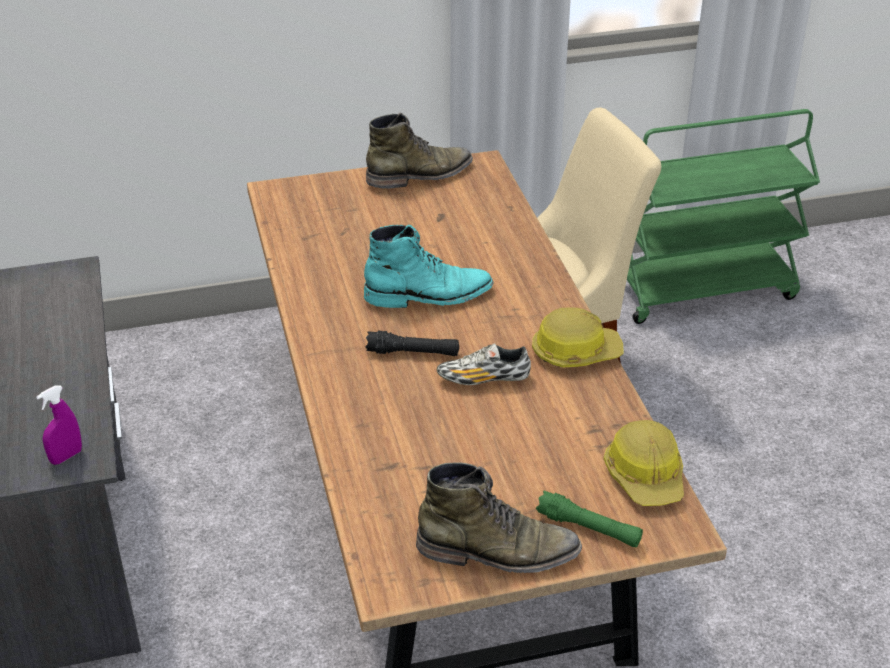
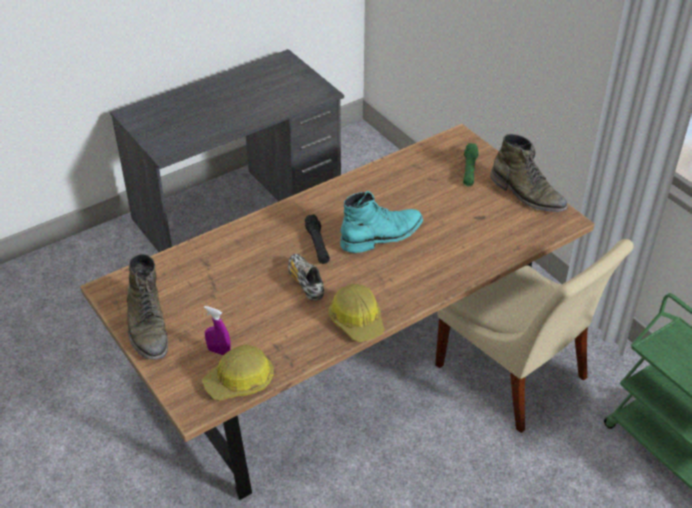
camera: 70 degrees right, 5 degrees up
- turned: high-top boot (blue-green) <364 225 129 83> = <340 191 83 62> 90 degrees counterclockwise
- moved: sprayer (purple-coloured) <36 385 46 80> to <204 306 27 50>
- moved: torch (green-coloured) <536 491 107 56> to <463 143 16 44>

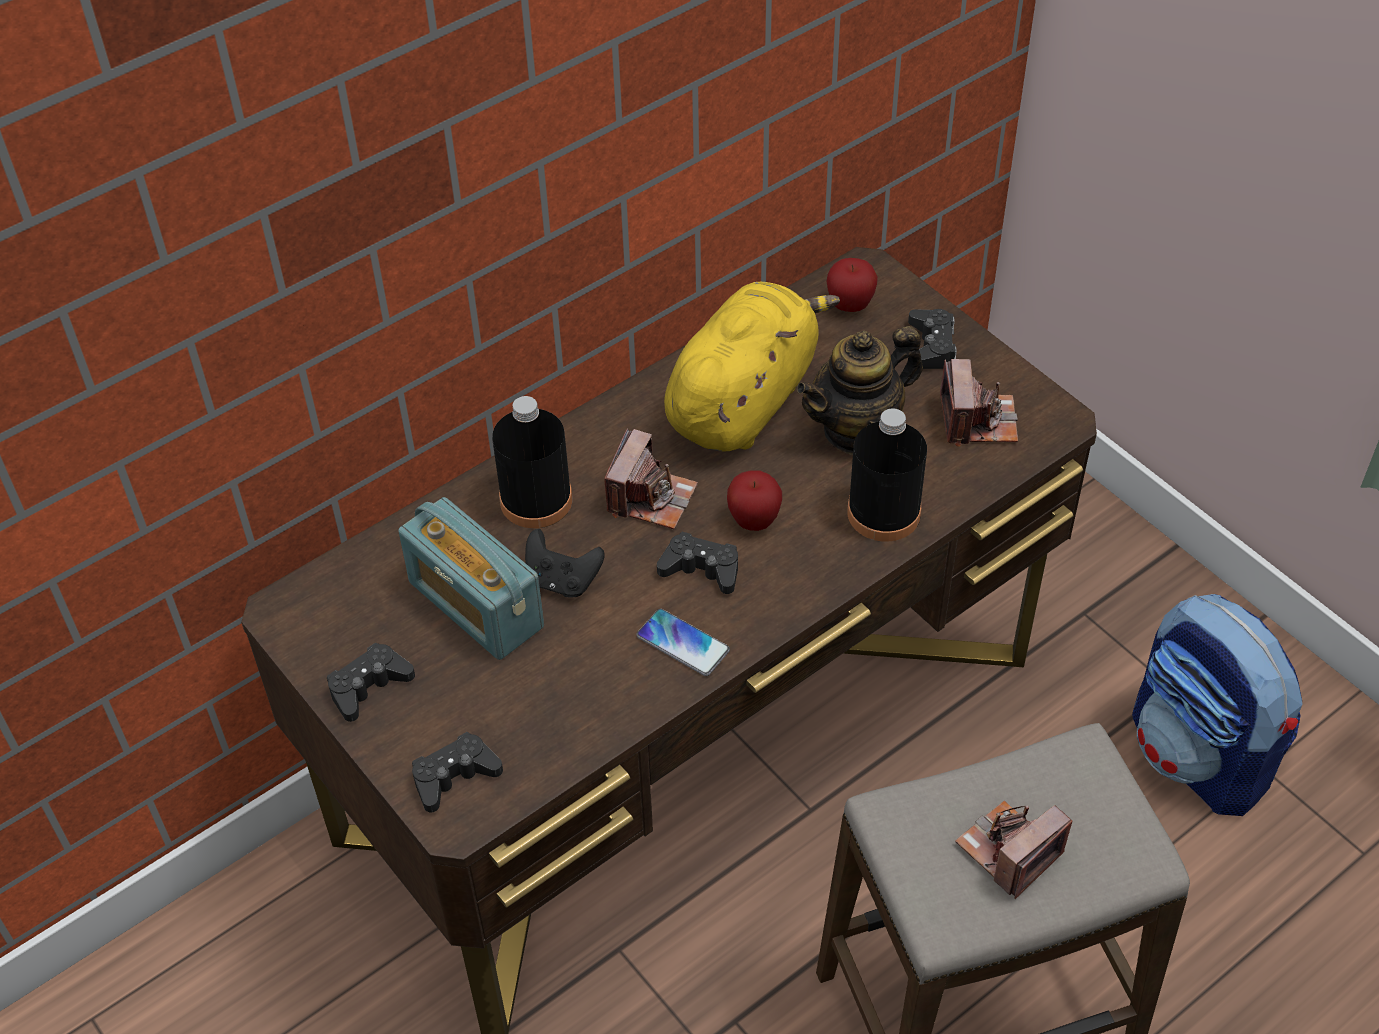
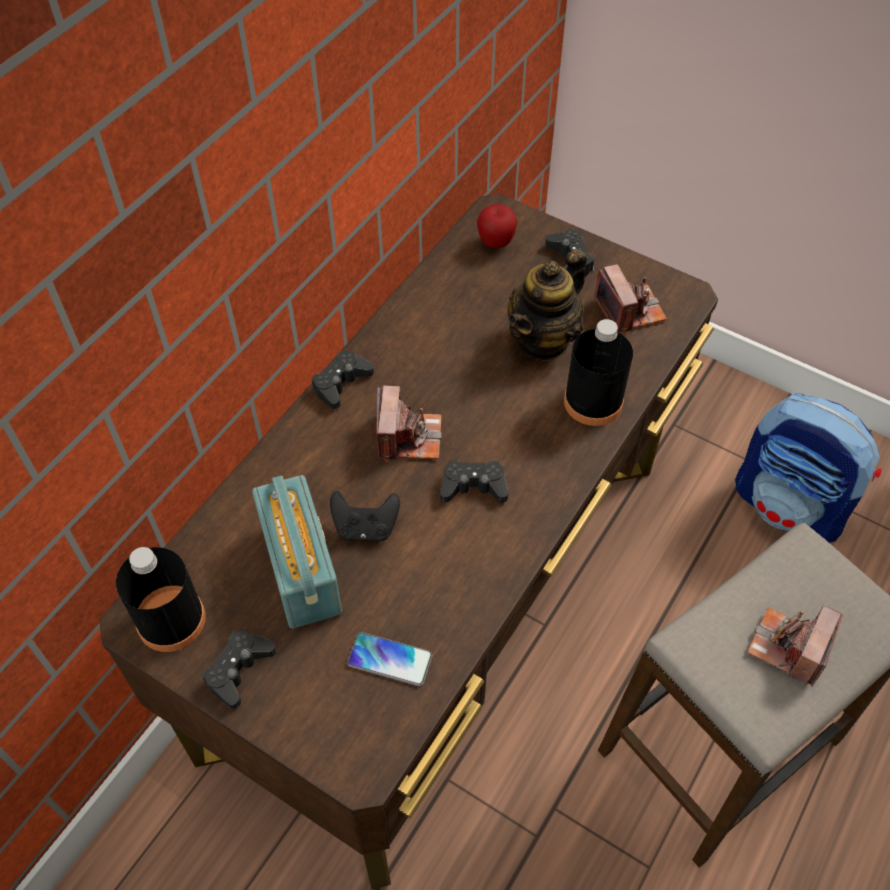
camera: 20 degrees left, 5 degrees up
- removed: soft toy (yellowish) <664 282 176 170>
- moved: beverage bottle (black-coloured) <492 396 80 132> to <116 547 90 105>
- removed: apple fruit <727 470 55 61>
- turned: radio receiver <398 497 146 163> = <252 475 90 154> 135 degrees counterclockwise
- moved: handset <636 609 94 67> to <347 632 86 54>
- moved: joypad (black-coloured) <412 732 91 80> to <312 351 62 58>

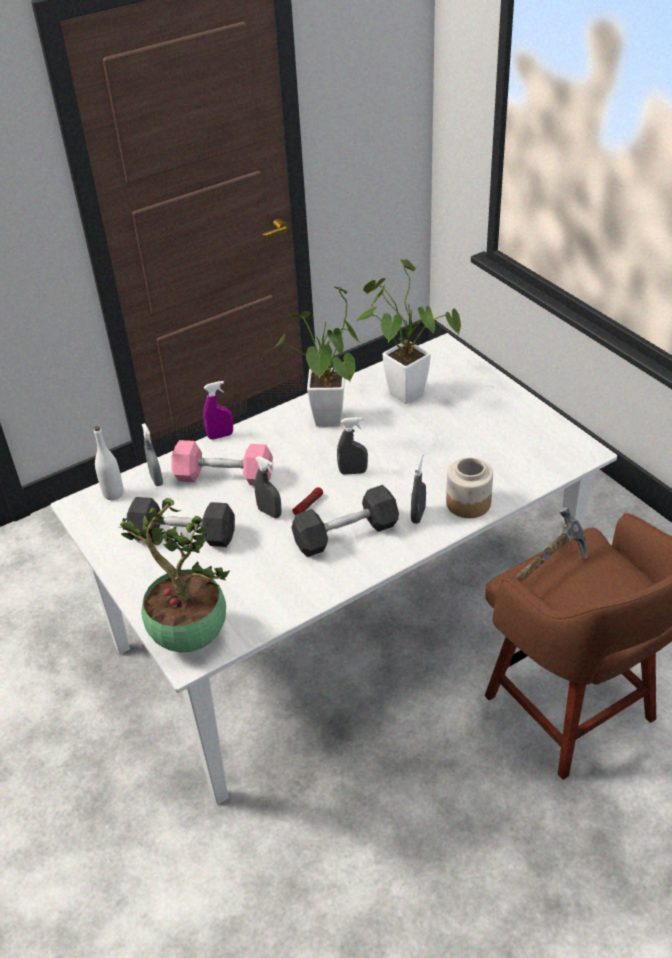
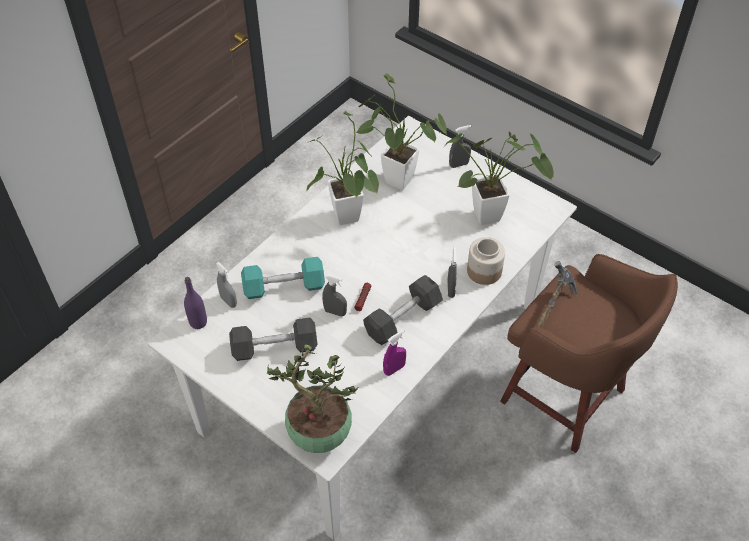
camera: 20 degrees left, 10 degrees up
- moved: sprayer (purple-coloured) <203 381 30 59> to <383 330 23 46>
- moved: sprayer (gray) <337 417 31 58> to <449 125 22 43>
- recoloured: beverage bottle (white-coloured) <94 426 30 74> to beverage bottle (purple-coloured) <184 277 23 52>
- recoloured: dumbbell (pink-coloured) <171 440 102 46> to dumbbell (blue-green) <241 257 84 42>
- added: houseplant <444 131 110 94>

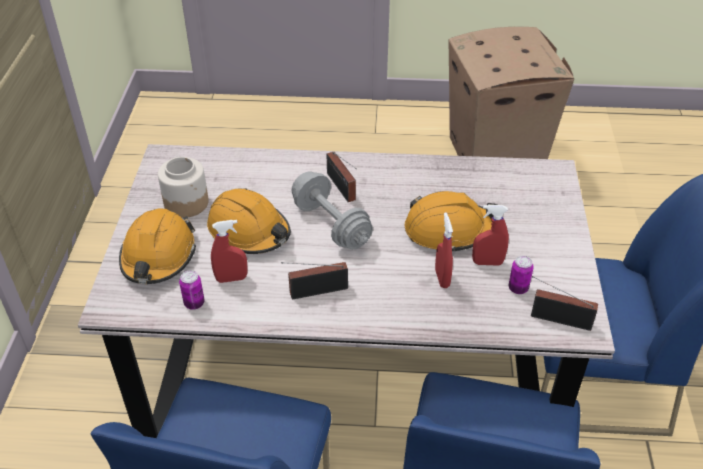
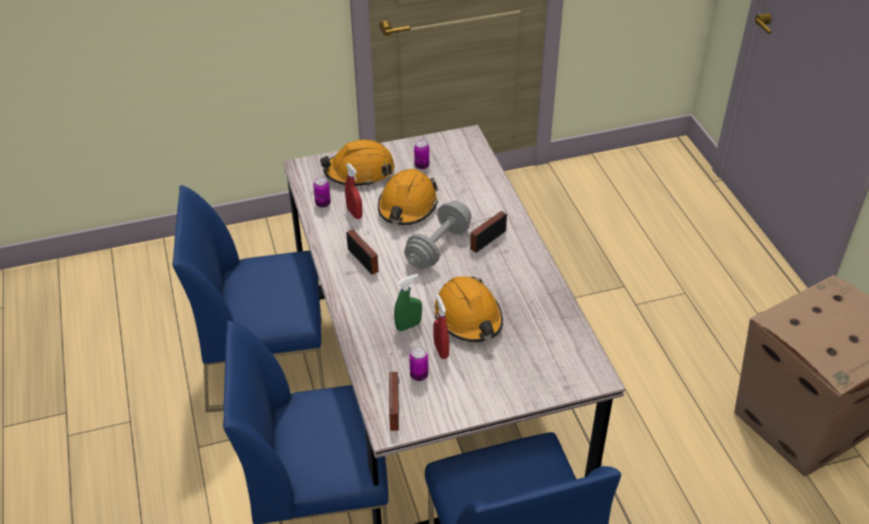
camera: 70 degrees right, 0 degrees up
- replaced: jar <158 157 51 61> to can <414 140 15 29>
- recoloured: sprayer (red-coloured) <435 213 18 75> to sprayer (green-coloured) <394 274 28 57>

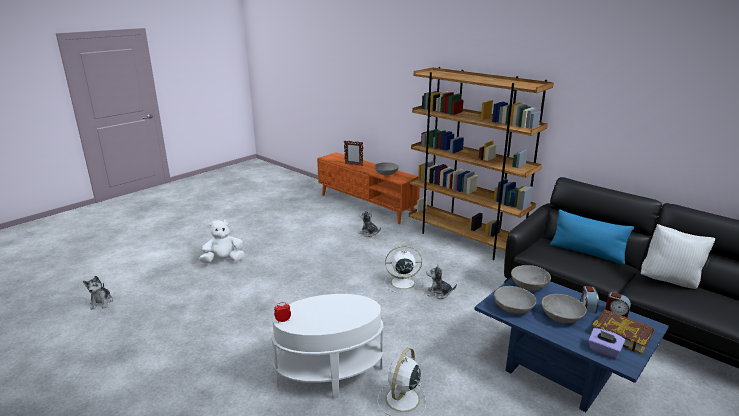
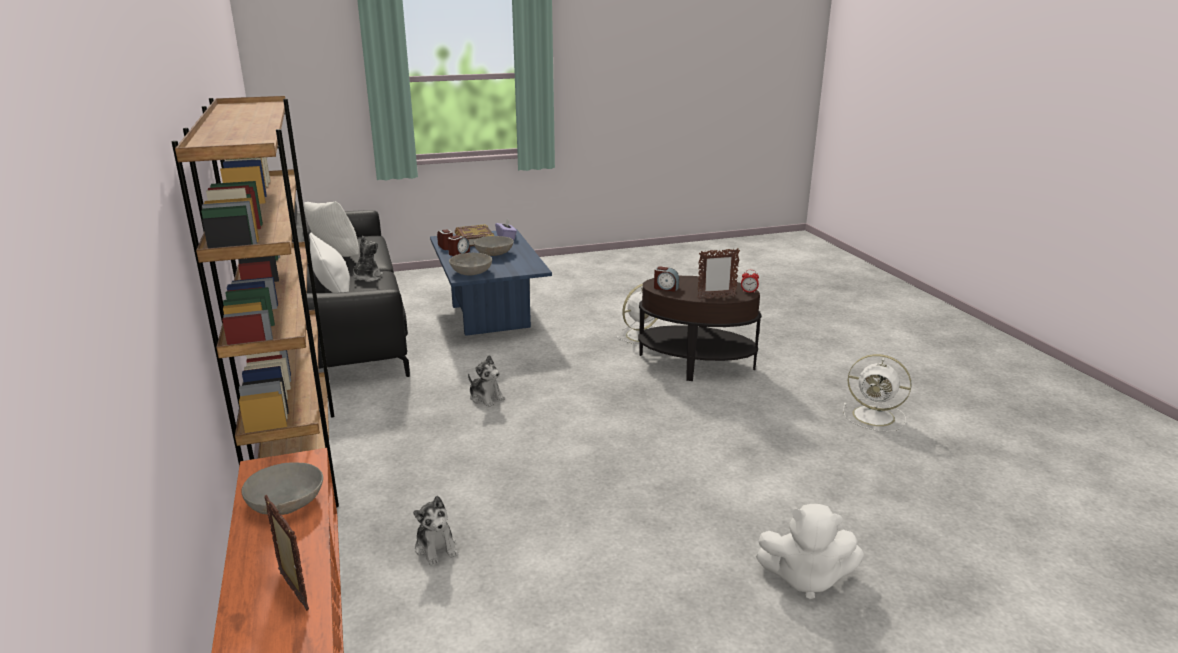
camera: 150 degrees left, 0 degrees up
- recoloured: throw pillow (blue) <550 209 84 56> to throw pillow (white-coloured) <309 233 41 60>
- moved: cooling fan (white-coloured) <384 246 39 47> to <843 354 69 78>
- moved: soft toy <83 276 30 34> to <353 236 30 46>
- removed: deep dish (gray) <494 286 42 28>
- recoloured: end table (white-coloured) <271 294 112 105> to end table (brownish) <638 276 123 105>
- added: photo frame <698 248 42 51>
- added: alarm clock <654 266 25 26>

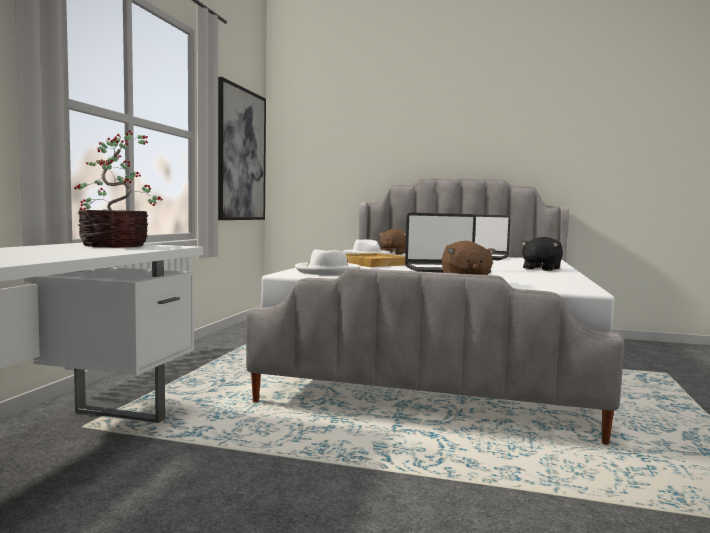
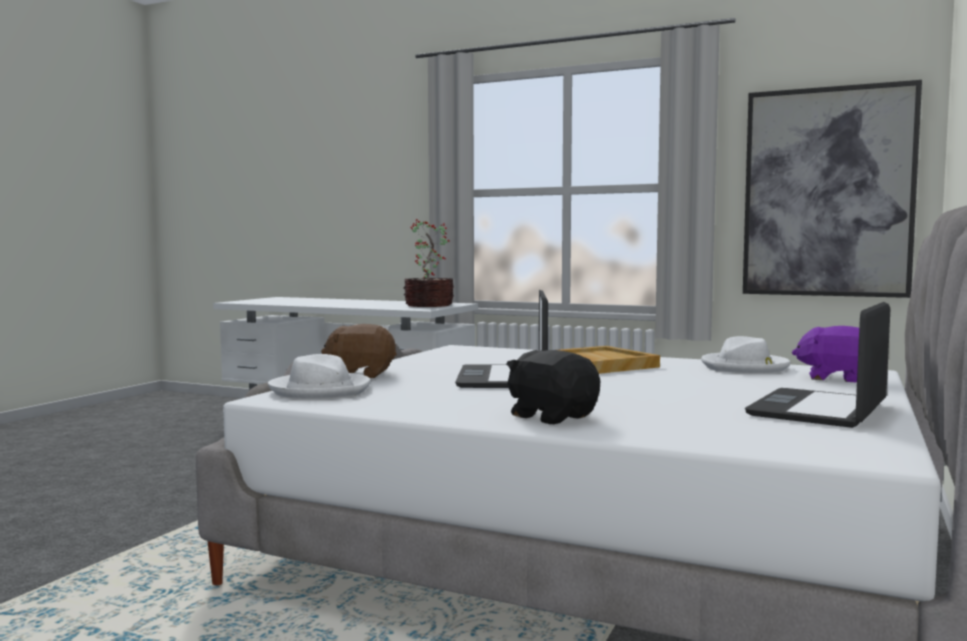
camera: 100 degrees right, 0 degrees up
- recoloured: soft toy (brownish) <378 229 28 26> to soft toy (purple-coloured) <792 326 67 56>
- moved: clothing hat (white-coloured) <295 249 66 26> to <268 354 103 45>

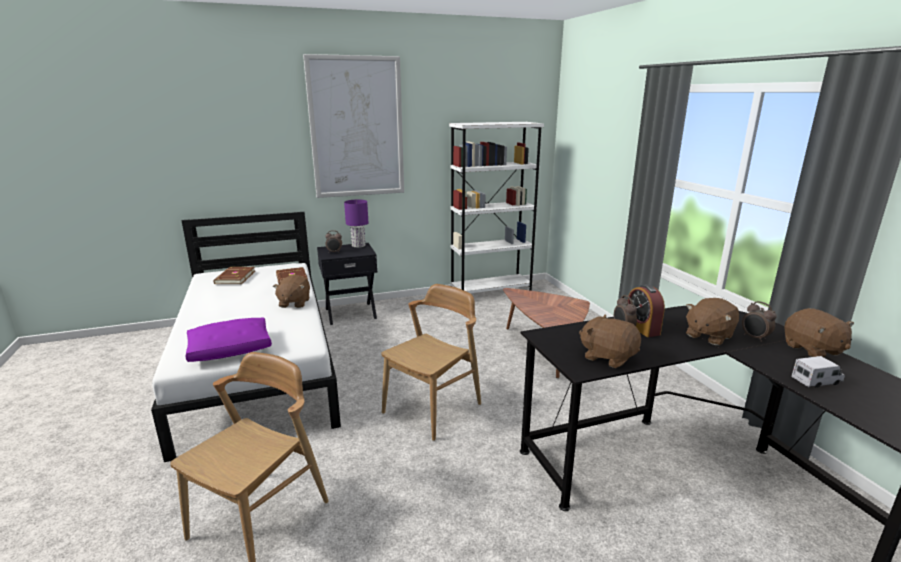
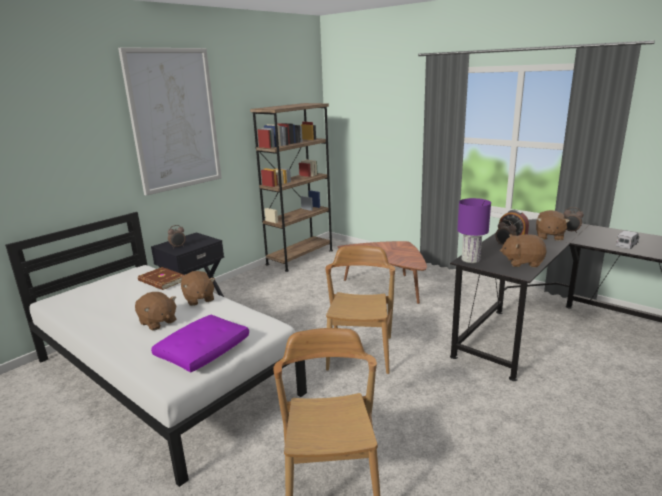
camera: 30 degrees left, 0 degrees up
- recoloured: bookshelf (white-coloured) <449 122 95 171> to bookshelf (brownish) <250 103 83 169>
- moved: tabletop lamp (purple-coloured) <344 199 24 49> to <457 198 34 65>
- removed: book (brownish) <213 267 42 17>
- moved: soft toy (brownish) <784 308 70 49> to <135 292 41 39>

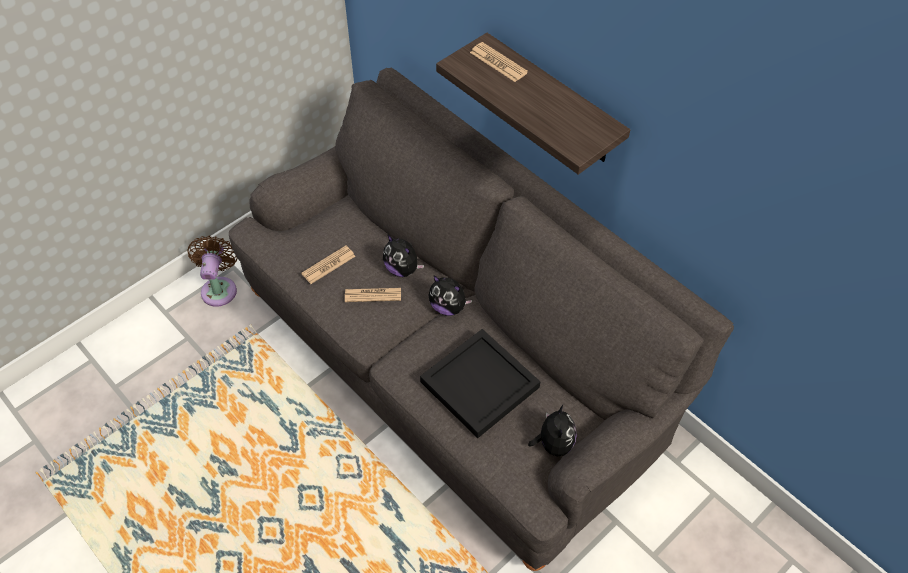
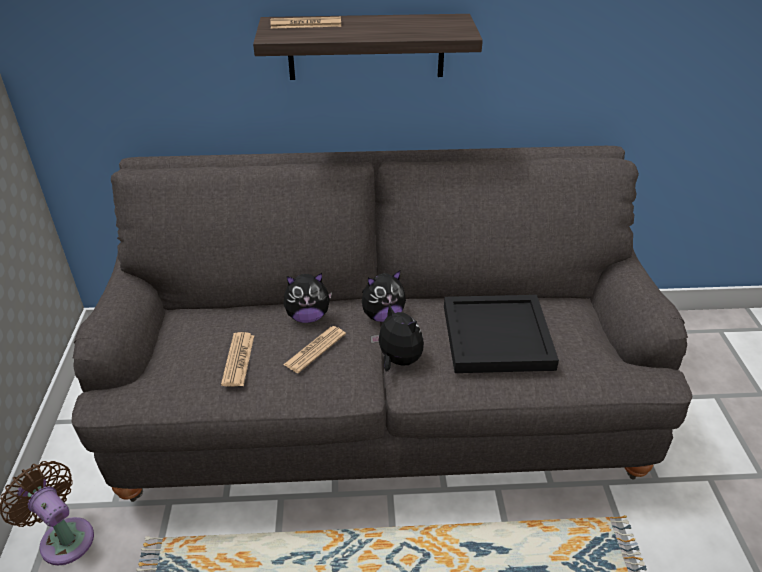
camera: 50 degrees left, 15 degrees down
- moved: soft toy <528 405 48 51> to <370 303 54 68>

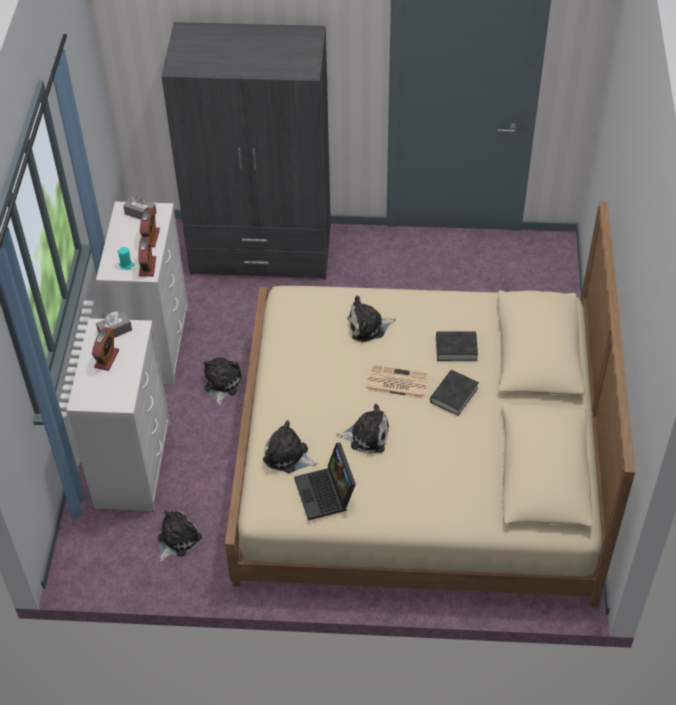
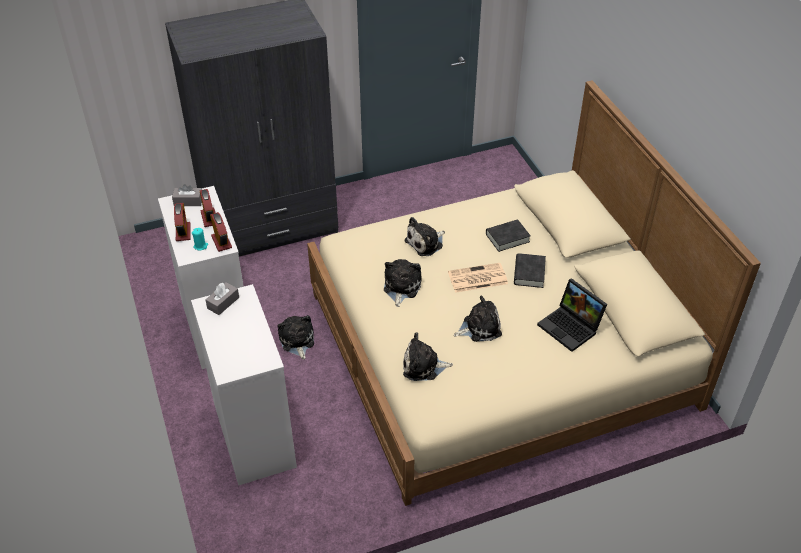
camera: 25 degrees left, 5 degrees down
- moved: alarm clock <92 327 27 44> to <174 203 16 38>
- moved: laptop <294 442 62 79> to <537 278 70 74>
- moved: soft toy <158 510 44 52> to <384 259 38 48>

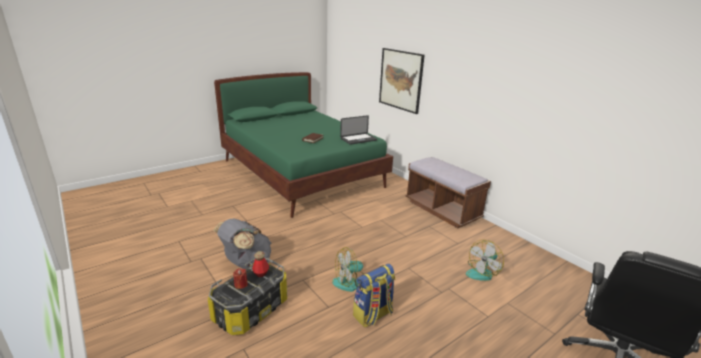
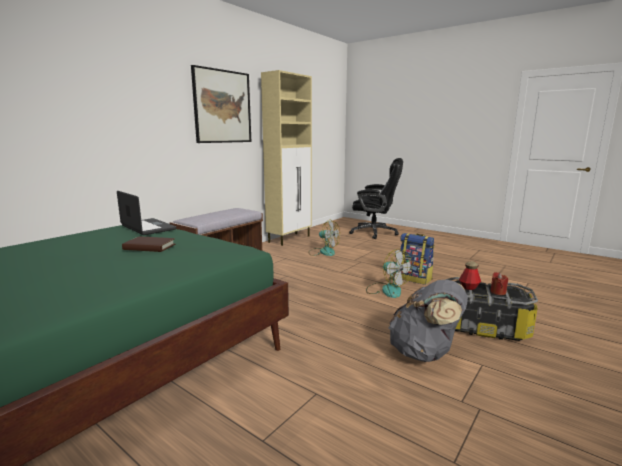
camera: 105 degrees left, 10 degrees down
- moved: picture <379 48 46 66> to <191 65 60 78>
- added: storage cabinet (sand-coloured) <261 70 51 176>

